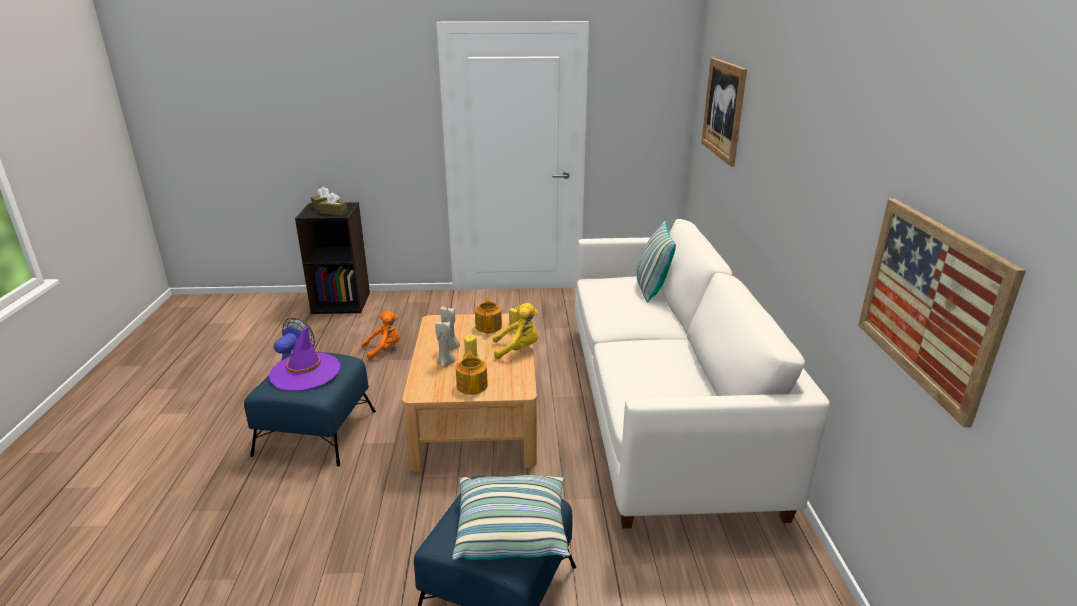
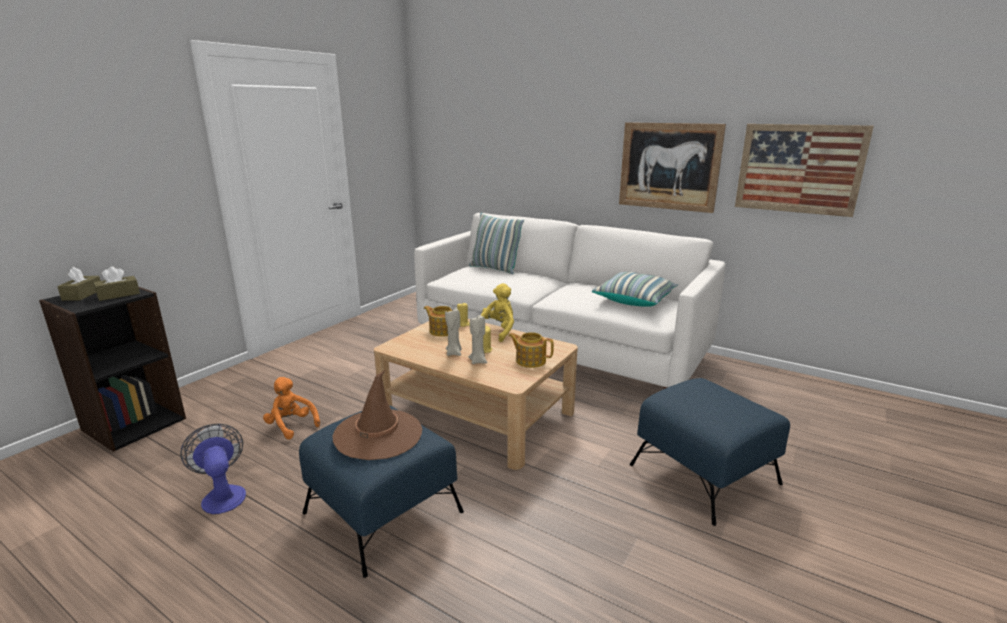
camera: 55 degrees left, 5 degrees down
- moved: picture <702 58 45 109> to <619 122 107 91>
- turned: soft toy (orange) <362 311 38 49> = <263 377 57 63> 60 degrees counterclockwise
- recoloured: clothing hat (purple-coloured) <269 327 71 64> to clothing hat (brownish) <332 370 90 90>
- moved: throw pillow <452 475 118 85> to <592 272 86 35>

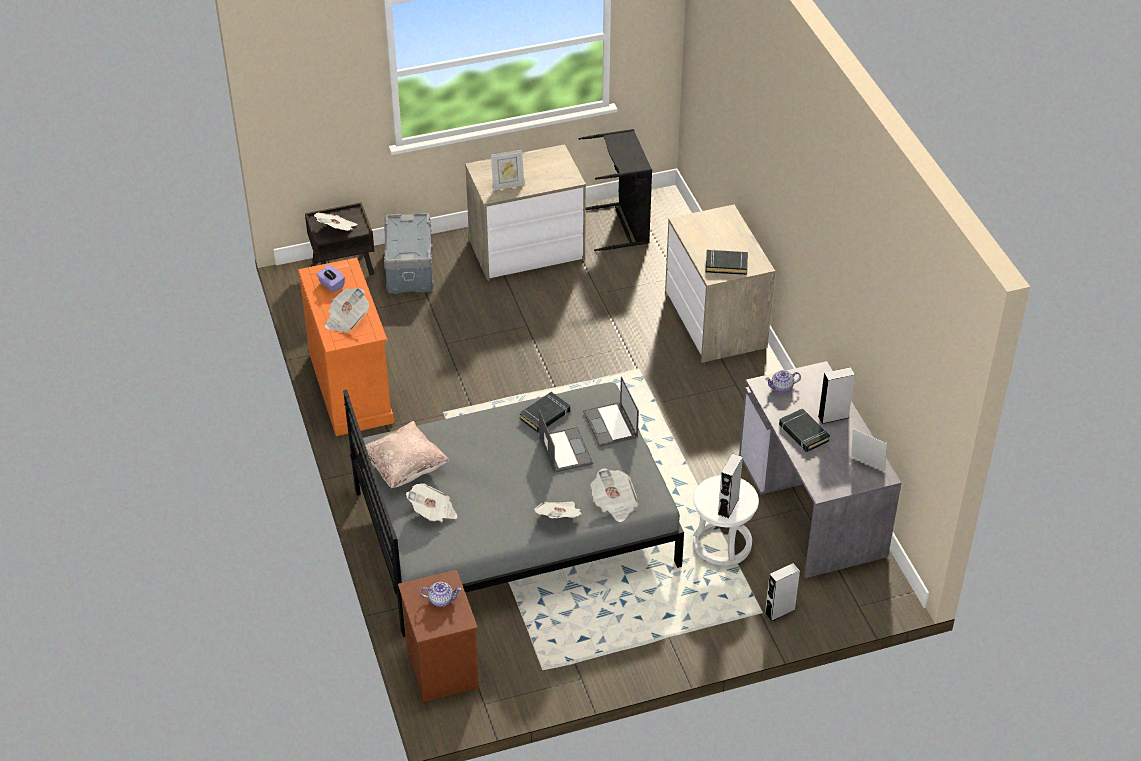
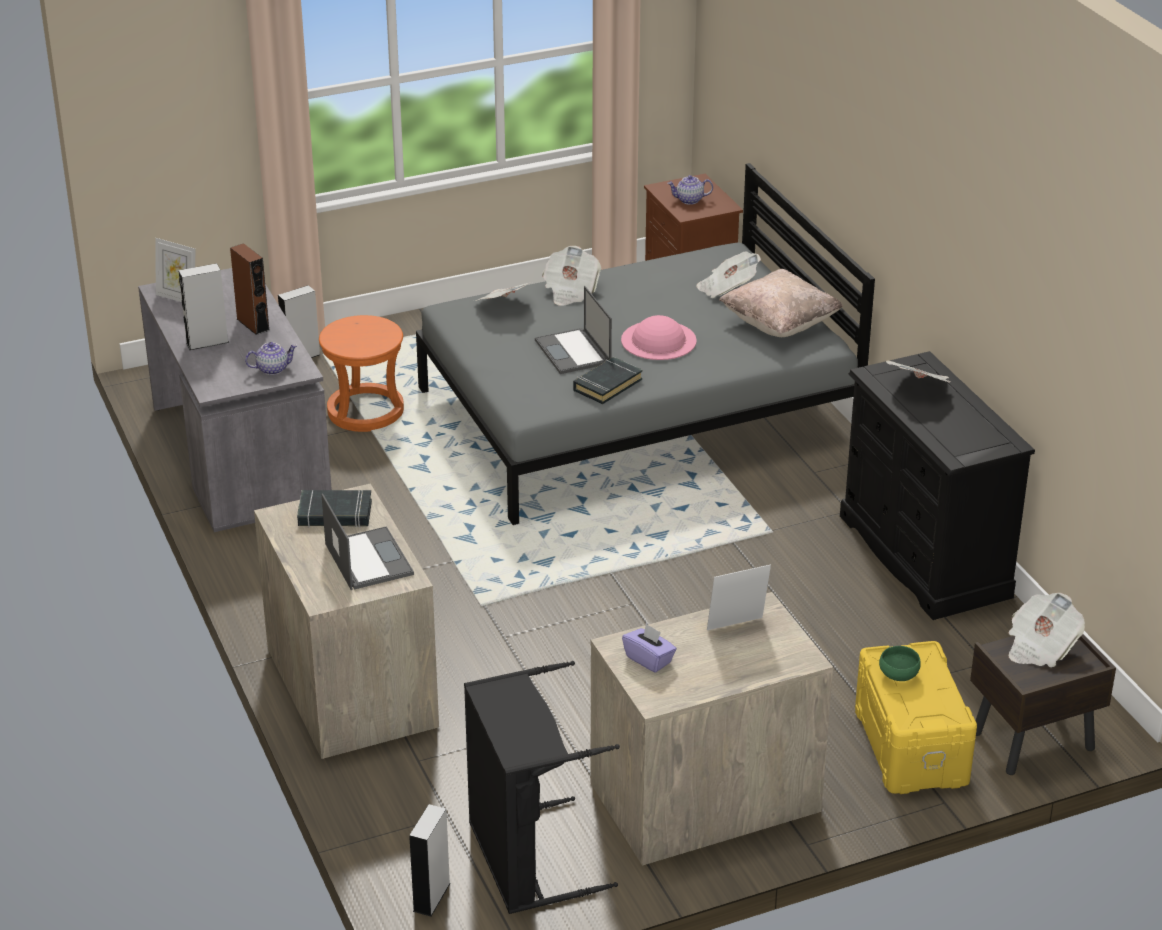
camera: 175 degrees right, 10 degrees down
- recoloured: storage bin (gray) <384 213 50 81> to storage bin (yellowish) <855 641 122 153>
- recoloured: chest of drawers (orange) <298 258 96 178> to chest of drawers (black-coloured) <840 351 195 269>
- moved: tissue box (purple-coloured) <317 265 28 27> to <622 623 55 50>
- moved: laptop <583 376 56 71> to <321 494 93 96>
- replaced: book (black-coloured) <779 408 51 44> to speaker (brownish) <230 243 39 92>
- moved: speaker (gray) <718 453 25 65> to <409 804 41 112>
- recoloured: stool seat (white-coloured) <693 475 66 91> to stool seat (orange) <319 315 85 117>
- added: clothing hat (pink-coloured) <621 315 76 45>
- added: deep dish (green-coloured) <879 646 42 35>

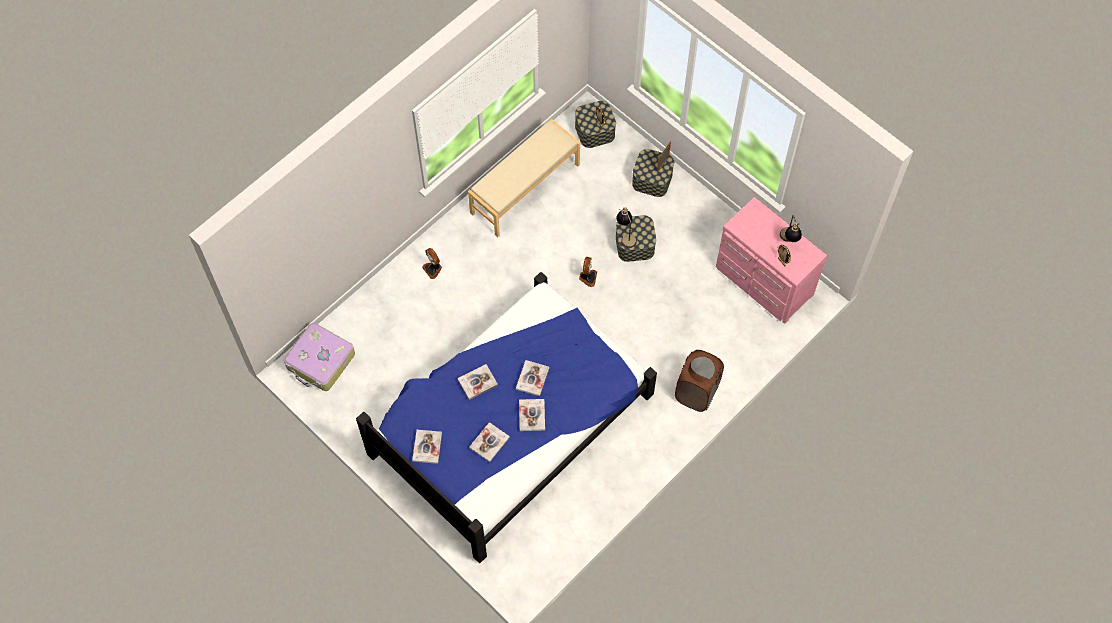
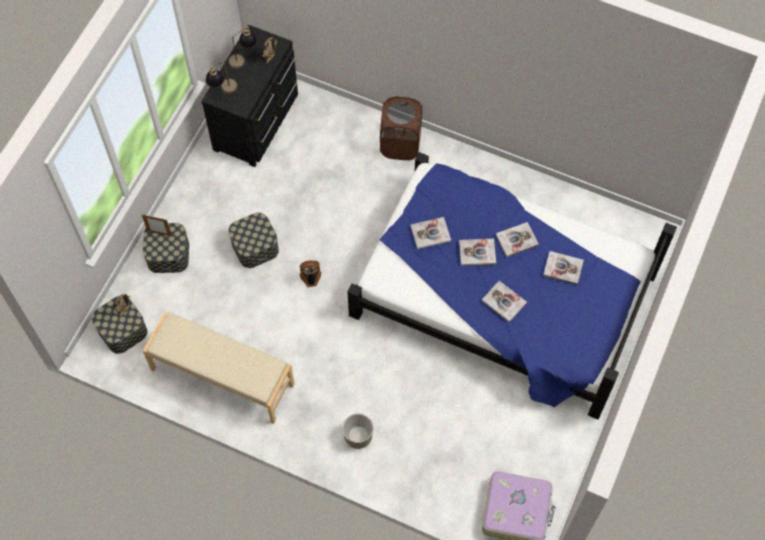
camera: 110 degrees left, 0 degrees up
- recoloured: chest of drawers (pink-coloured) <716 197 112 127> to chest of drawers (black-coloured) <201 25 97 142>
- moved: tabletop lamp <616 207 21 41> to <206 62 32 32>
- replaced: cooling fan <422 248 20 31> to plant pot <342 413 31 36>
- moved: book <412 430 30 34> to <411 217 40 32>

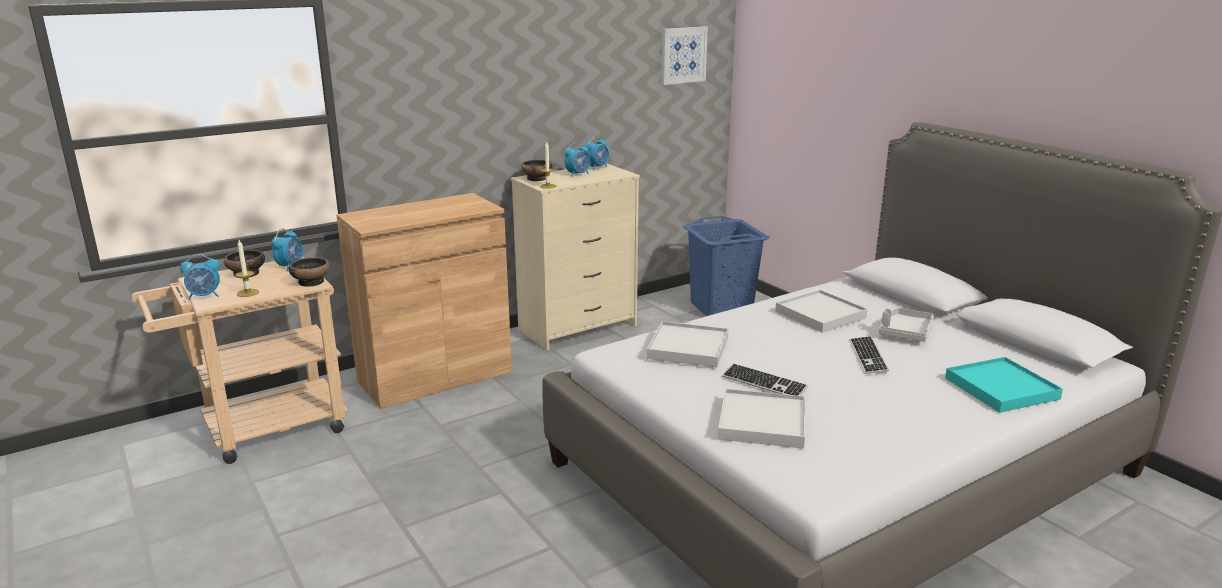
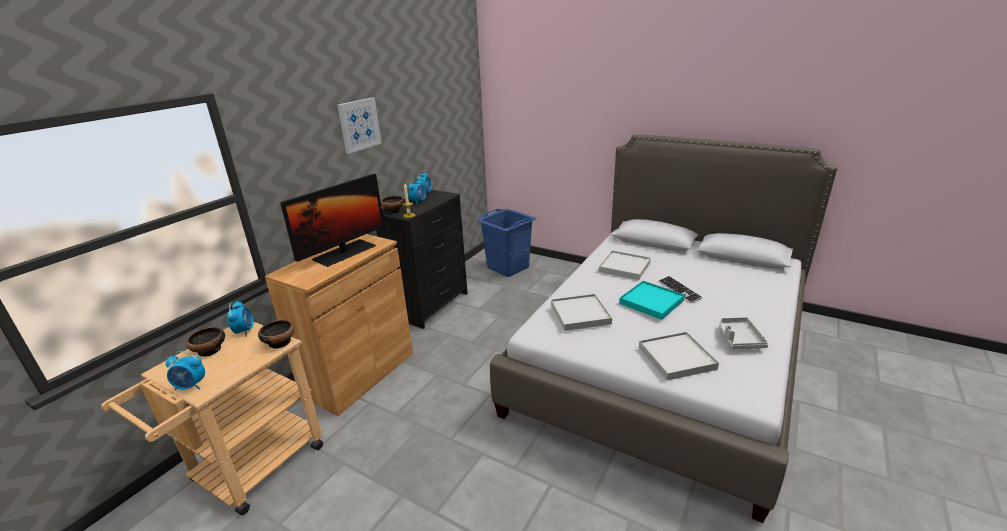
camera: 25 degrees left, 5 degrees up
- moved: picture <662 26 46 59> to <338 97 44 57>
- recoloured: chest of drawers (sand-coloured) <511 163 129 187> to chest of drawers (black-coloured) <376 190 92 139>
- removed: wax light <235 240 24 57>
- turned: alarm clock <180 254 40 46> = <166 351 39 39> 45 degrees clockwise
- moved: tray (gray) <879 308 55 34> to <719 317 50 32>
- moved: tray (blue-green) <945 357 118 56> to <619 281 66 39>
- removed: computer keyboard <722 363 86 33>
- added: monitor <280 174 104 93>

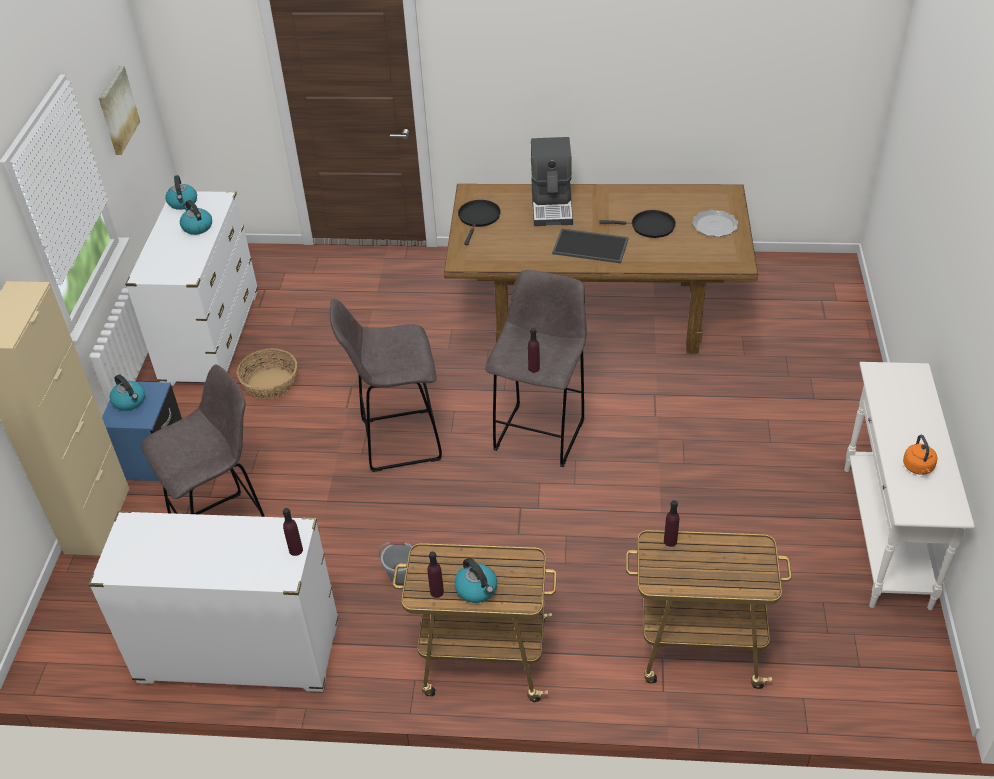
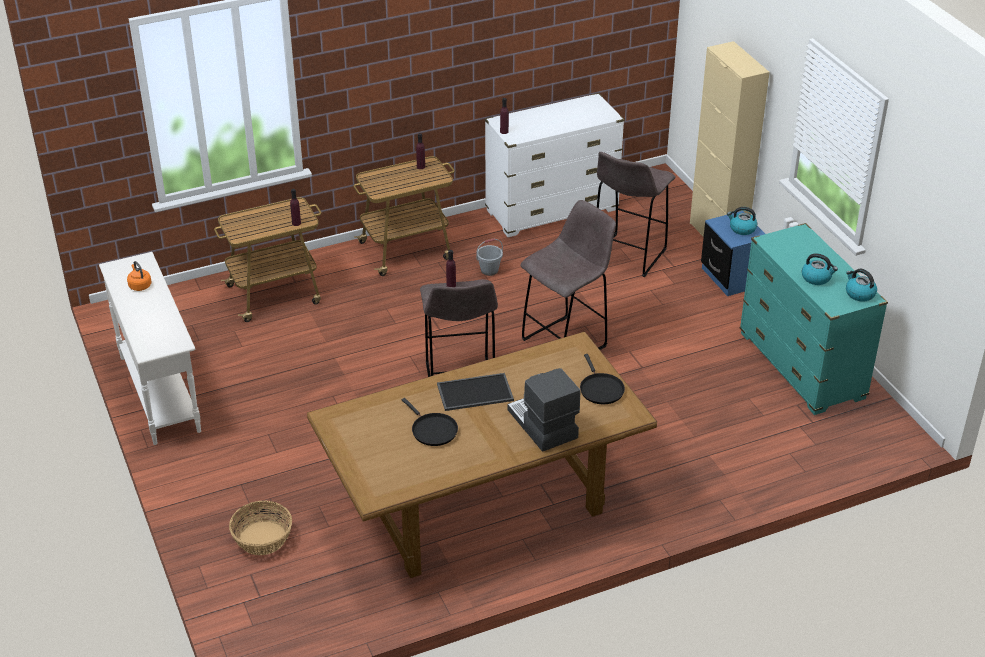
camera: 150 degrees right, 5 degrees down
- removed: picture <99 66 41 89>
- recoloured: chest of drawers (white-coloured) <125 191 133 195> to chest of drawers (blue-green) <740 223 148 192>
- turned: frying pan (black-coloured) <599 210 77 28> = <402 398 56 48> 105 degrees counterclockwise
- removed: flat dish <692 210 46 27>
- moved: household basket <237 348 60 51> to <229 501 63 54>
- removed: water kettle <454 558 43 45>

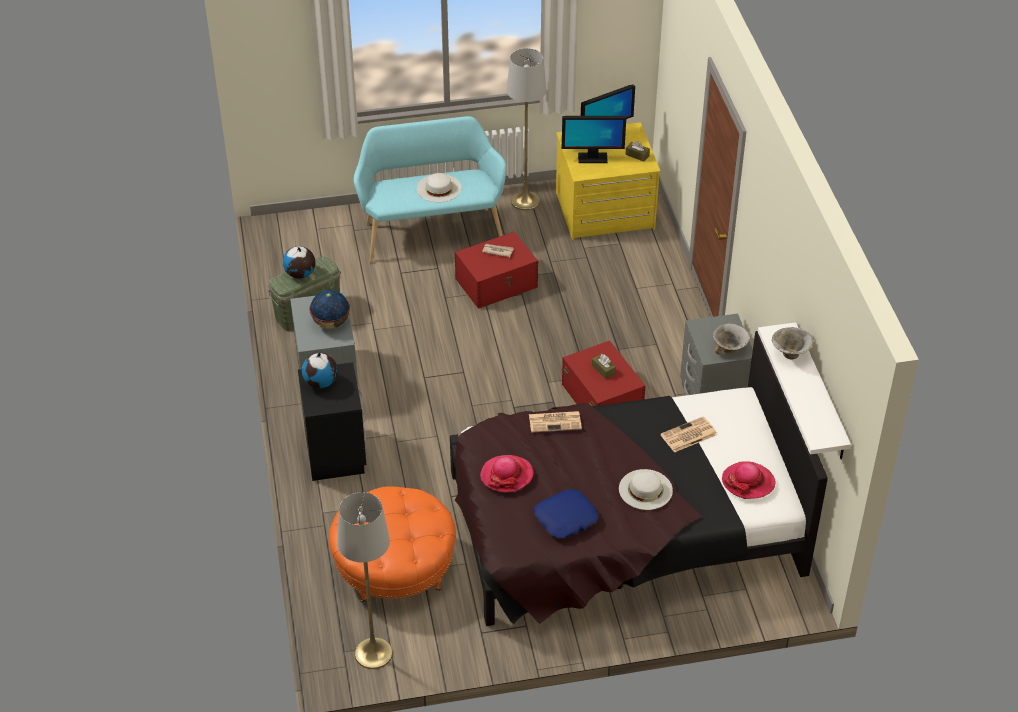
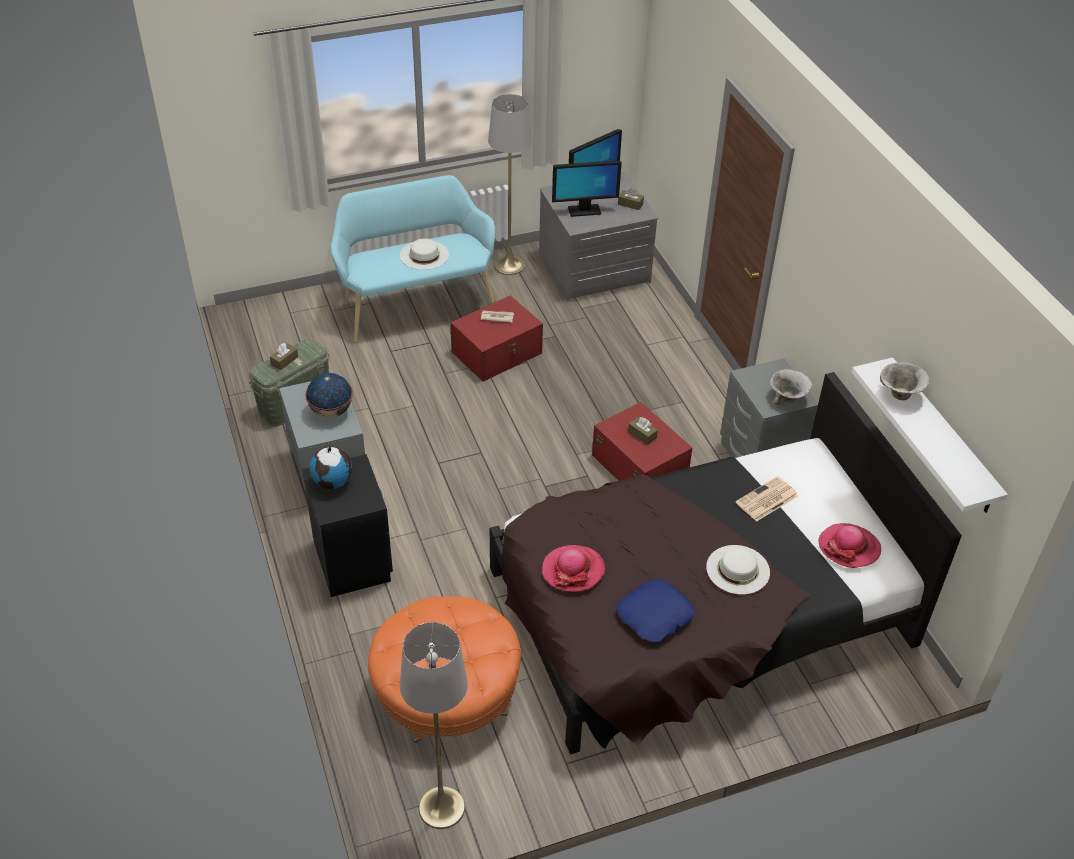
camera: 10 degrees left, 0 degrees up
- recoloured: chest of drawers (yellowish) <556 122 104 118> to chest of drawers (gray) <539 172 120 129>
- replaced: world globe <283 246 33 33> to tissue box (brownish) <270 343 28 27>
- removed: daily paper <529 411 53 22>

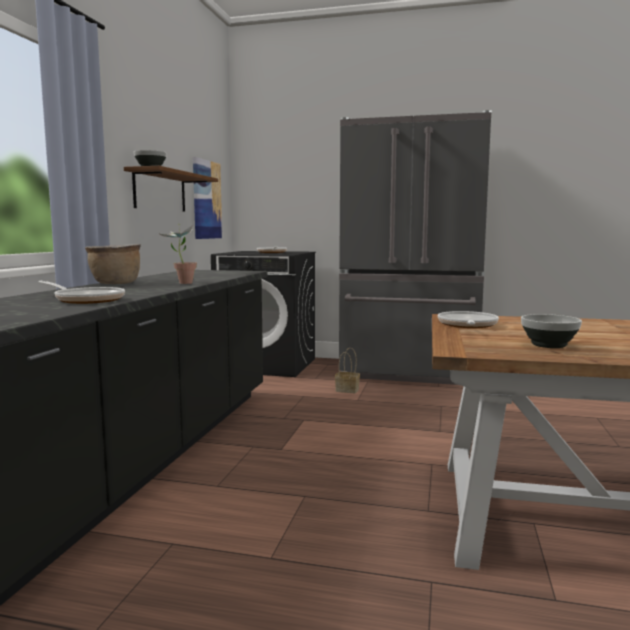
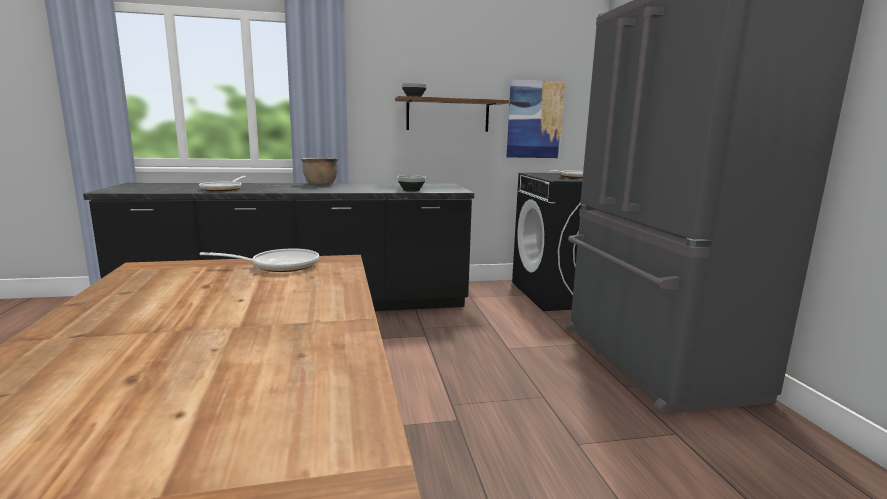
camera: 65 degrees right, 5 degrees up
- removed: houseplant <160 224 37 60>
- moved: deep dish <521 314 61 34> to <397 175 29 17>
- removed: household basket <335 348 25 45>

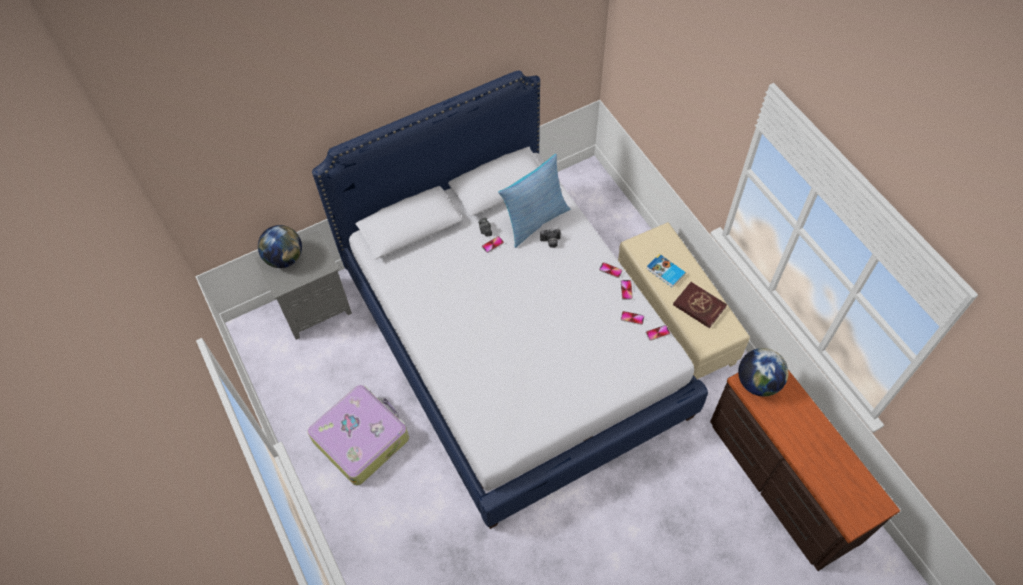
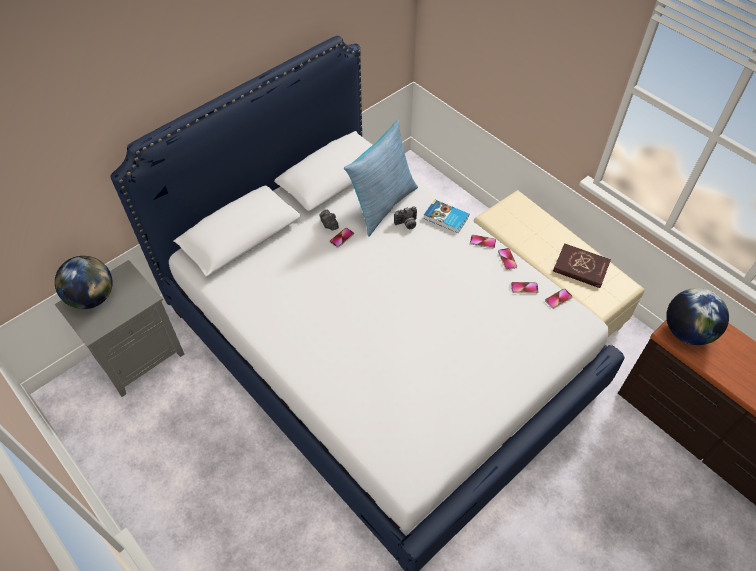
camera: 15 degrees left, 5 degrees down
- moved: book <646 254 40 34> to <423 199 46 34>
- removed: piece of luggage <308 385 101 100>

